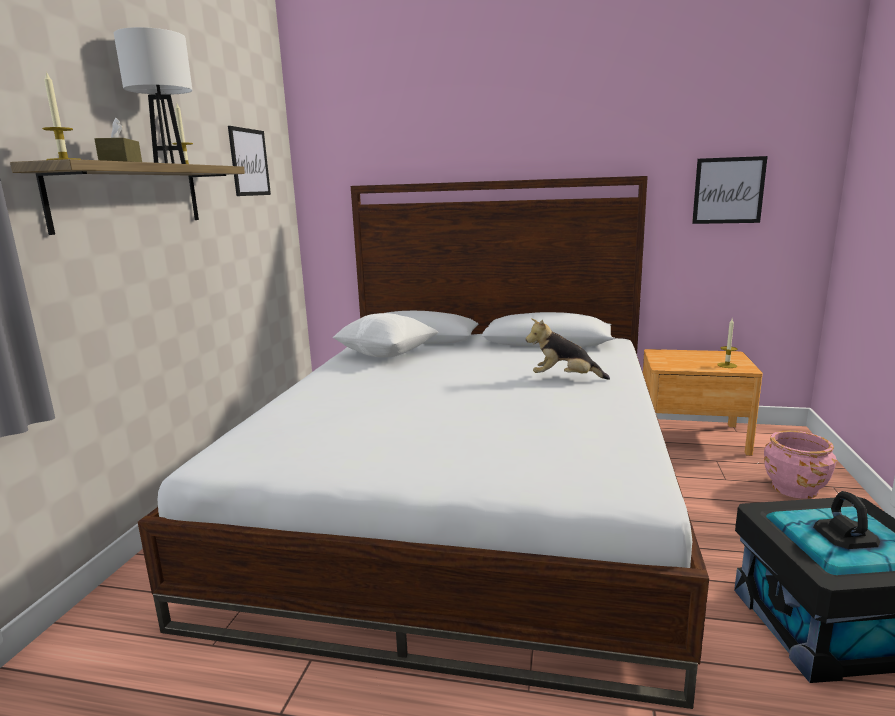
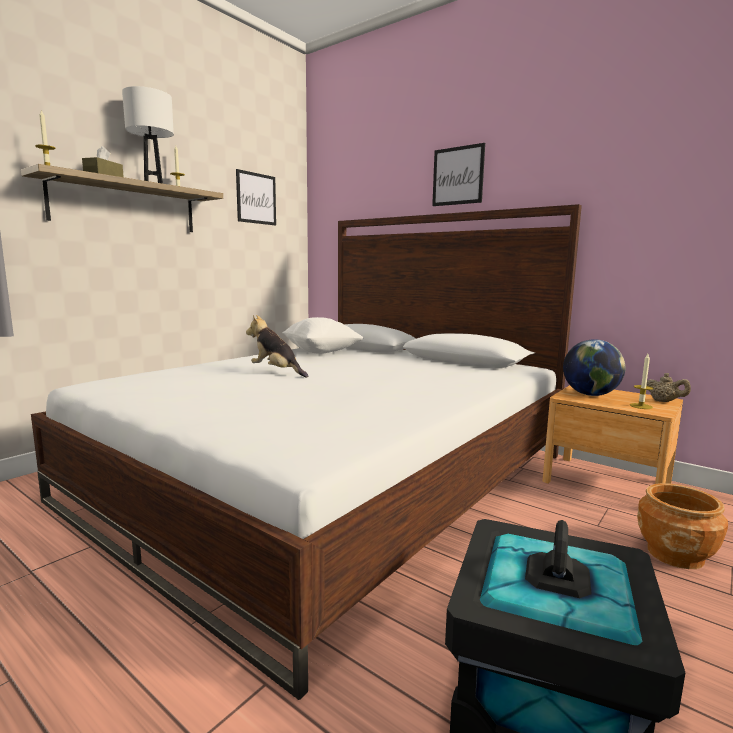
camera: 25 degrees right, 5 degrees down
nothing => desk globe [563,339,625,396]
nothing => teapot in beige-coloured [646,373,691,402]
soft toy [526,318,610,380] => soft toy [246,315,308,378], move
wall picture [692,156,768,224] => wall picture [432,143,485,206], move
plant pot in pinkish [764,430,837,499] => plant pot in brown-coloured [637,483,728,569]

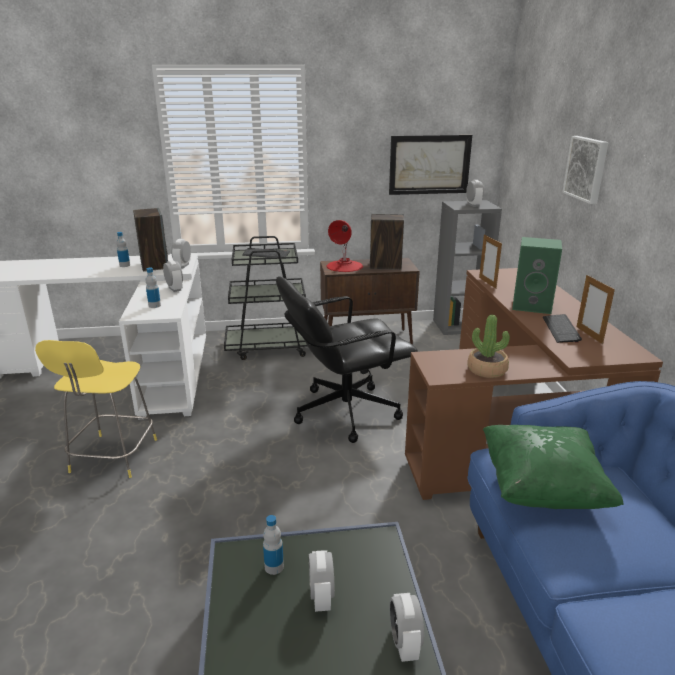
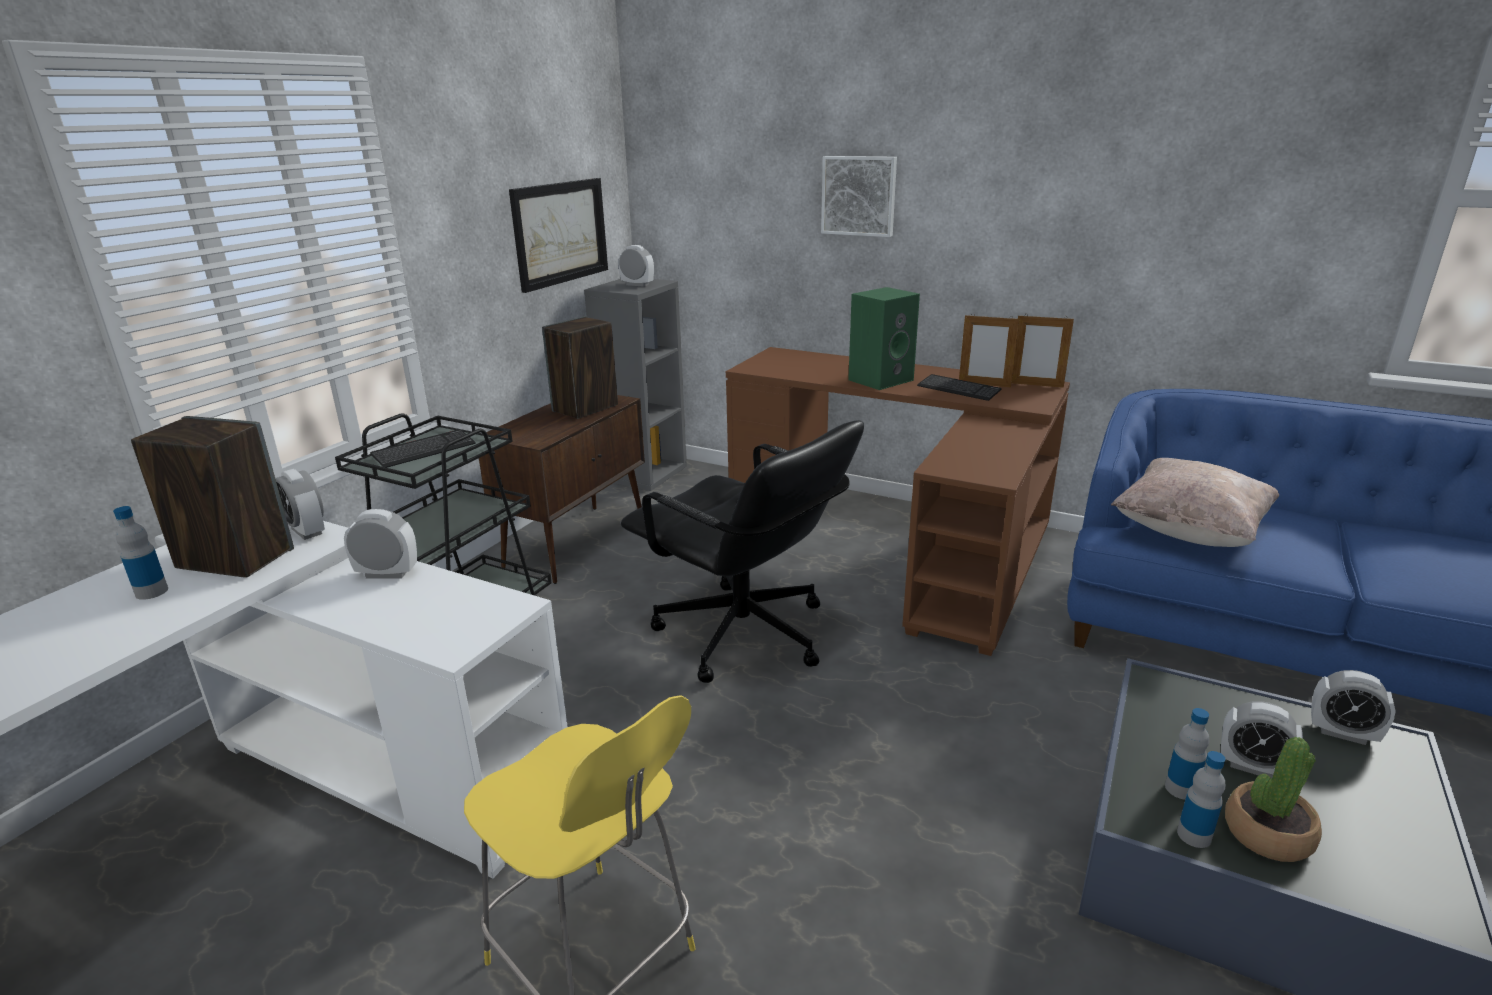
camera: 55 degrees left, 0 degrees up
tabletop lamp in red-coloured [326,220,363,272] => nothing
bottle [146,268,161,308] => bottle [1177,751,1225,848], move
houseplant [467,315,510,378] => houseplant [1225,737,1322,862], move
standing frame [479,234,502,289] => standing frame [1012,316,1074,388], move
throw pillow in green [483,425,624,509] => throw pillow in beige-coloured [1111,458,1279,547]
computer chair in black [276,276,418,443] => computer chair in black [621,421,864,683], 60 degrees counterclockwise

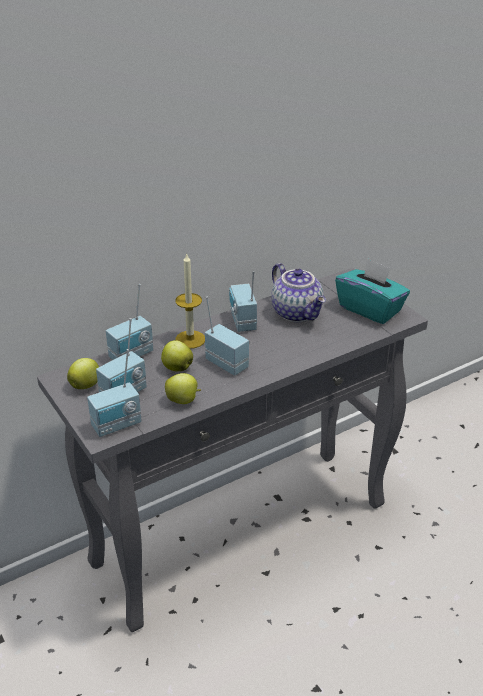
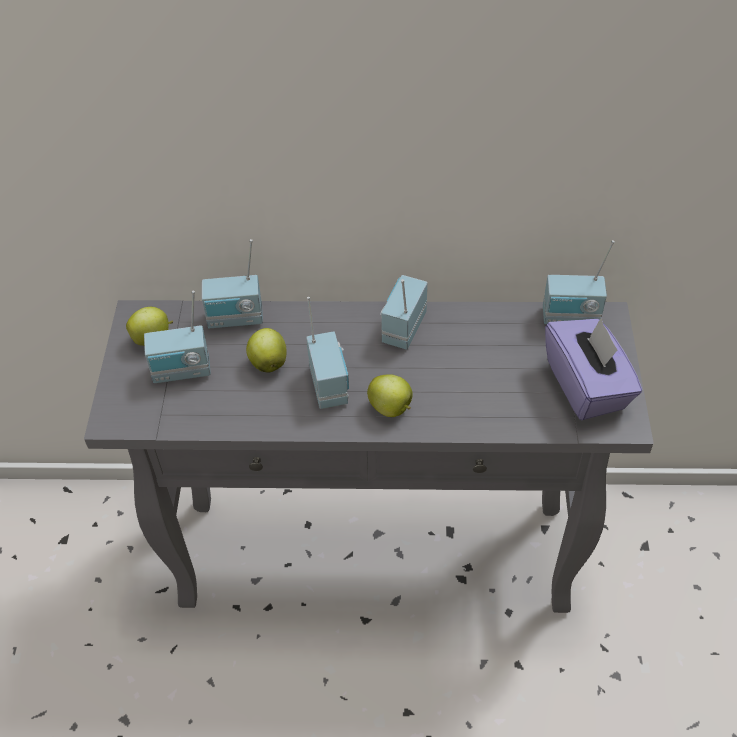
camera: 35 degrees right, 15 degrees up
wax light [175,253,205,349] => nothing
teapot [271,263,326,322] => nothing
radio set [87,349,142,437] => radio set [543,240,615,324], move
apple [165,373,201,404] => apple [367,374,413,417], move
tissue box in blue-green [335,259,410,324] => tissue box in purplish [545,317,642,420]

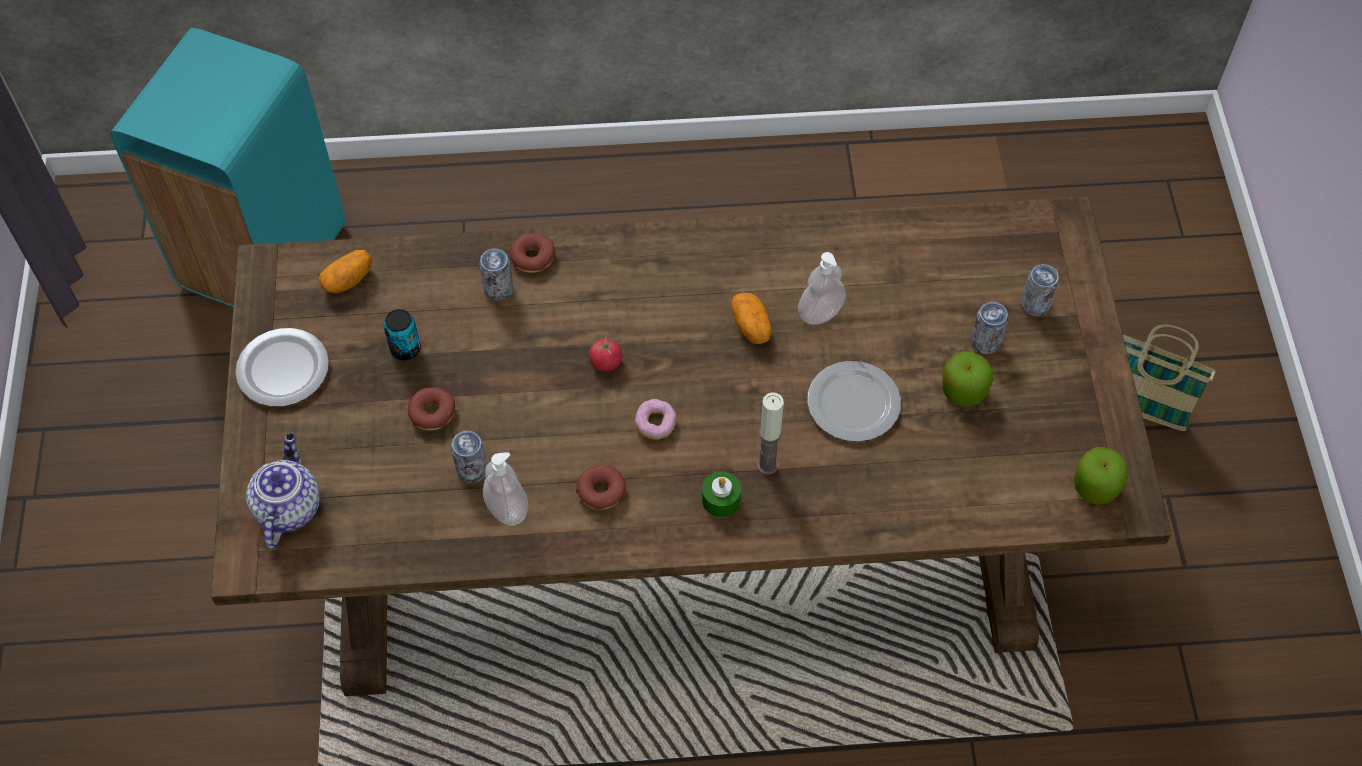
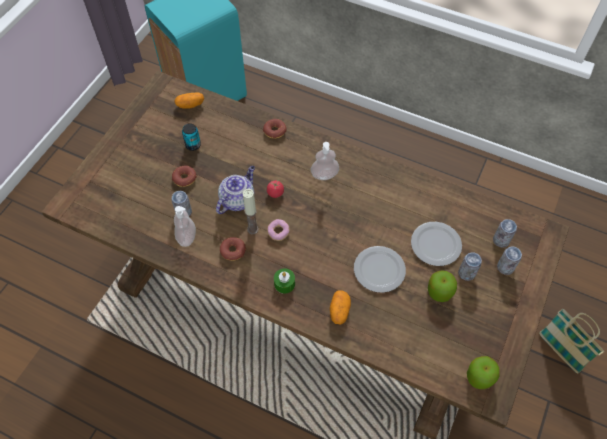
camera: 30 degrees right, 0 degrees up
flat dish [235,328,329,407] => flat dish [411,222,462,266], move
teapot [246,433,320,549] => teapot [216,166,255,214], move
sealed can [479,249,514,301] => sealed can [493,219,517,248], move
potato [732,293,772,344] => potato [330,290,351,324], move
wax light [757,392,784,475] => wax light [243,189,259,234], move
soap dispenser [798,252,846,325] => soap dispenser [311,142,339,180], move

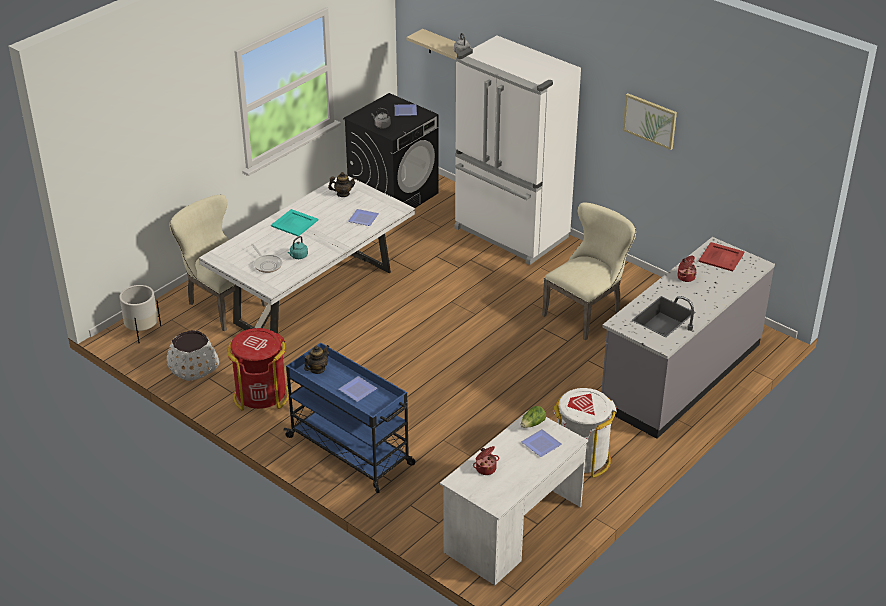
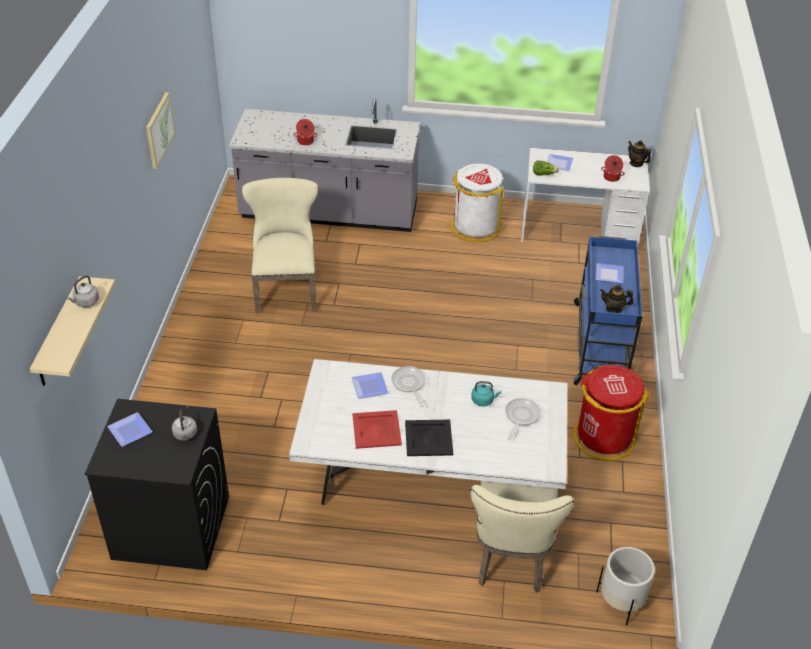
camera: 125 degrees left, 5 degrees up
plant pot in white [167,330,219,381] => nothing
fridge in white [454,35,581,265] => nothing
nothing => skillet [391,366,426,407]
teapot [328,172,356,197] => teapot [628,140,651,167], move
serving tray in red-coloured [698,242,745,271] => serving tray in red-coloured [352,410,402,449], move
serving tray in blue-green [271,209,318,236] => serving tray in black [405,420,453,456]
plain chair in beige-coloured [542,203,636,340] => plain chair in beige-coloured [242,178,319,314], 75 degrees clockwise

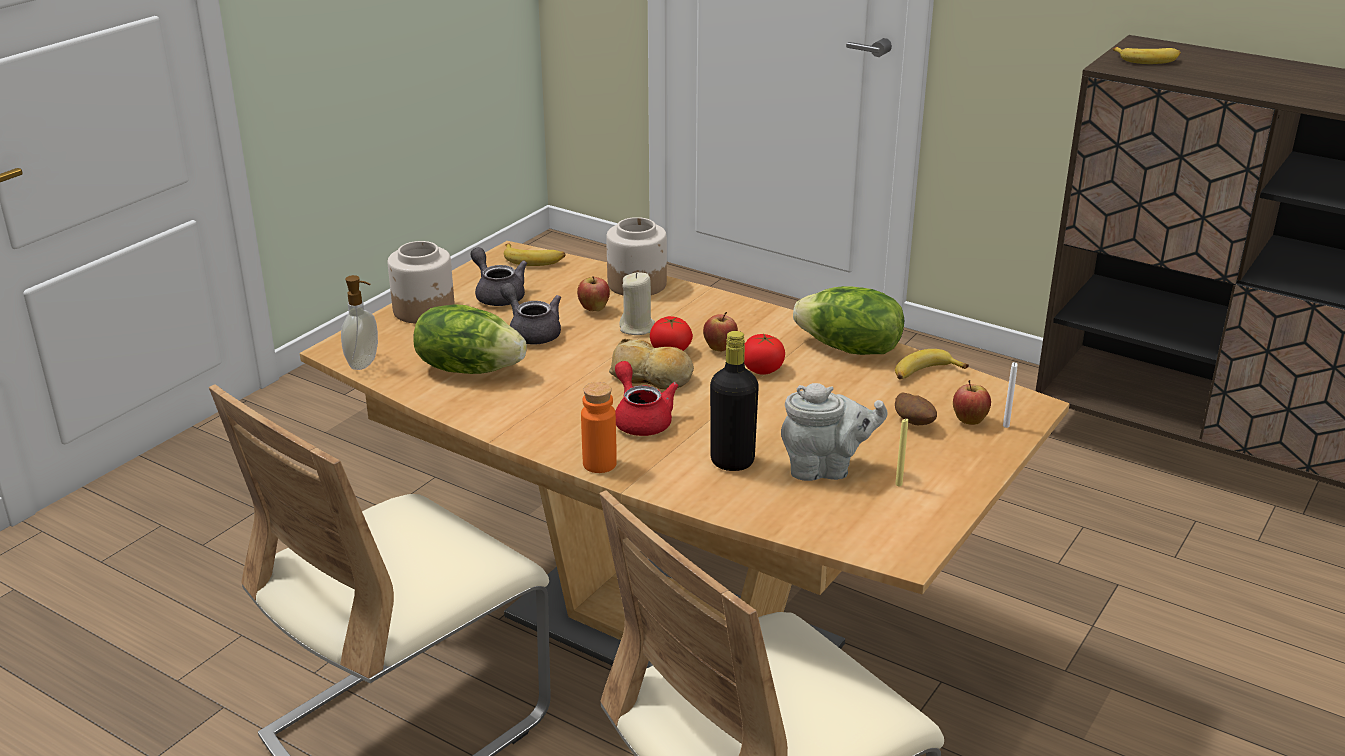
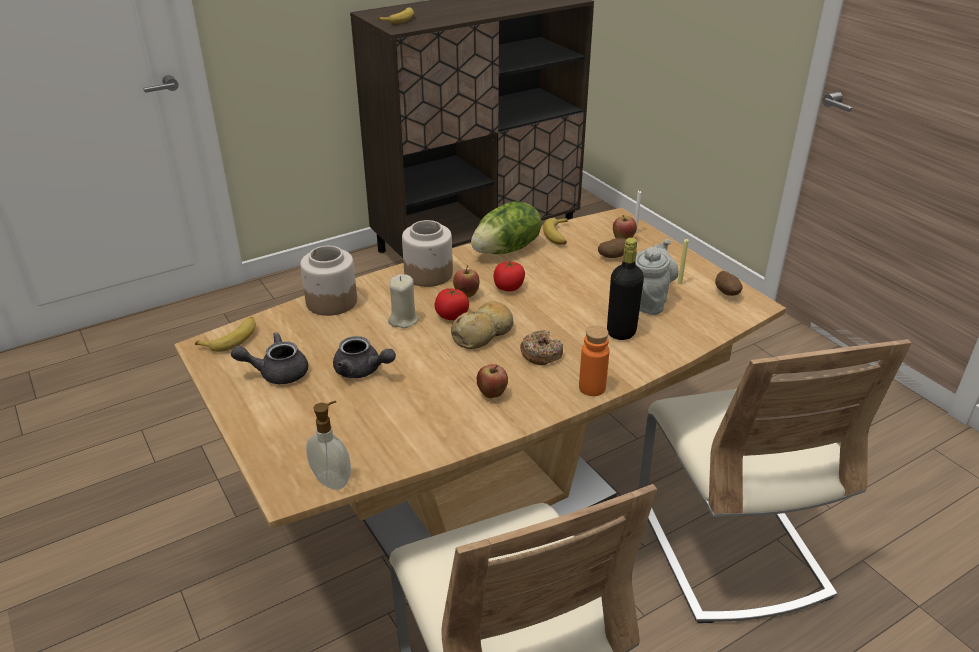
camera: 65 degrees left, 5 degrees up
head of lettuce [413,304,527,374] => nothing
nothing => potato [715,271,743,296]
preserve jar [388,241,455,324] => preserve jar [402,220,453,287], move
apple [577,276,610,311] => apple [477,364,508,398], move
teapot in red-coloured [615,361,678,436] => ring doughnut [520,330,563,365]
teapot in gray [500,283,561,345] => teapot in gray [333,336,396,378], 135 degrees counterclockwise

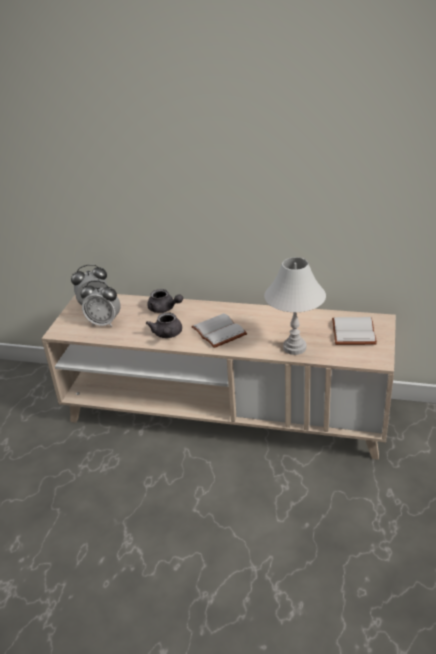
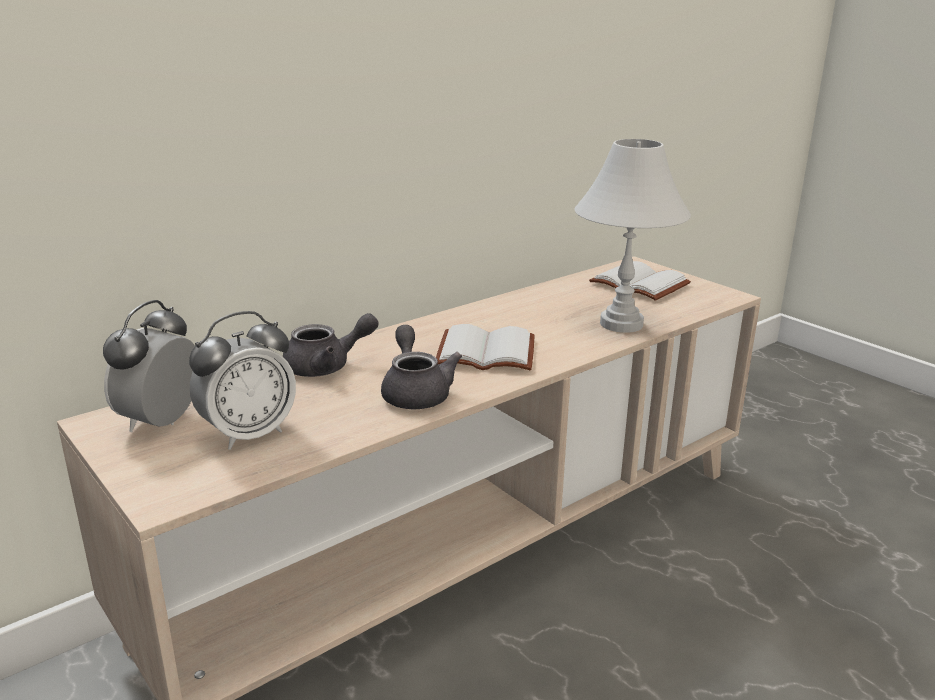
camera: 55 degrees left, 10 degrees down
teapot in gray [146,312,182,338] => teapot in gray [381,325,462,409], 135 degrees counterclockwise

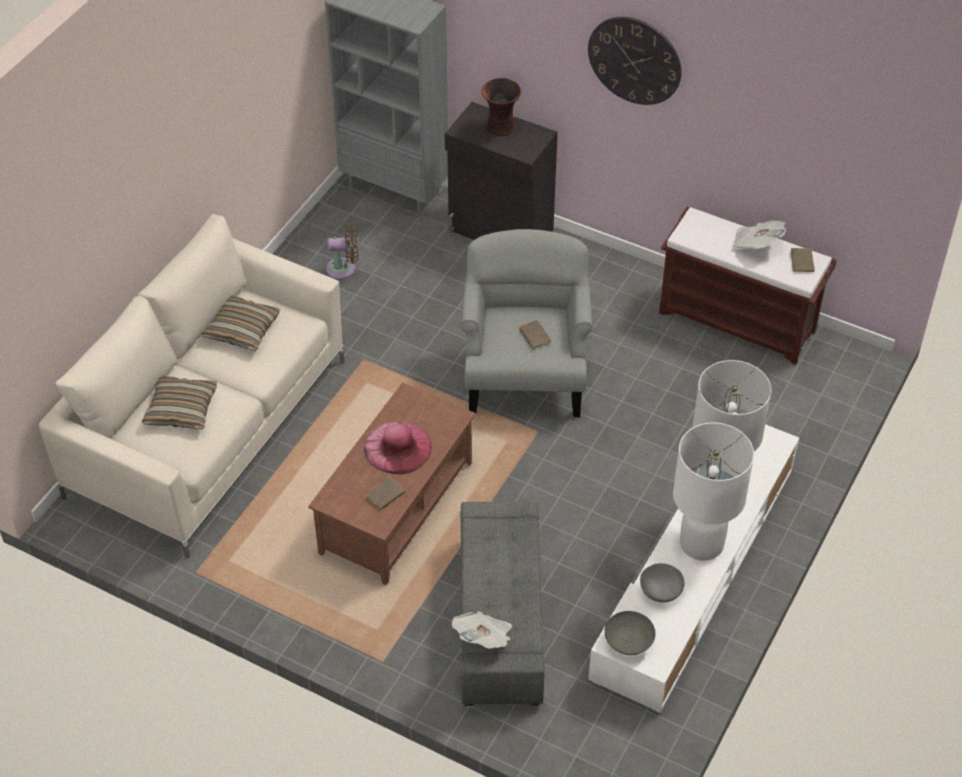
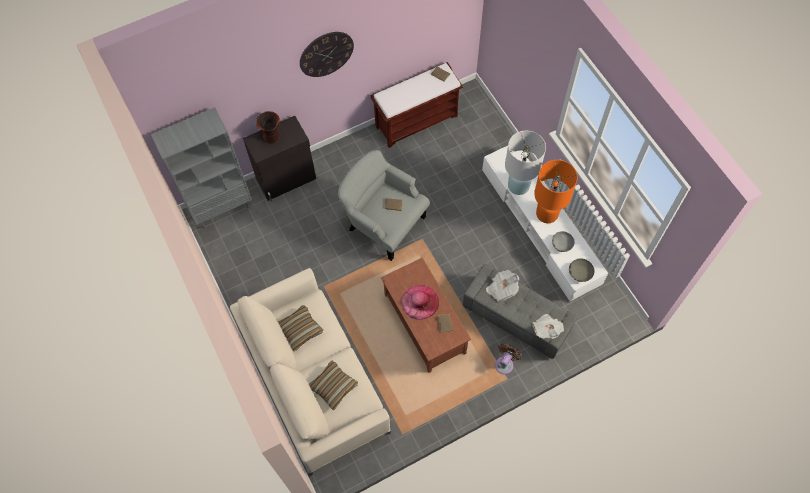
camera: 55 degrees left, 15 degrees up
cooling fan in brown-coloured [326,224,358,280] => cooling fan in brown-coloured [495,343,522,374], move
newspaper [732,220,786,249] => newspaper [486,270,519,302], move
tabletop lamp in white [673,422,754,561] => tabletop lamp in orange-coloured [534,160,578,223]

